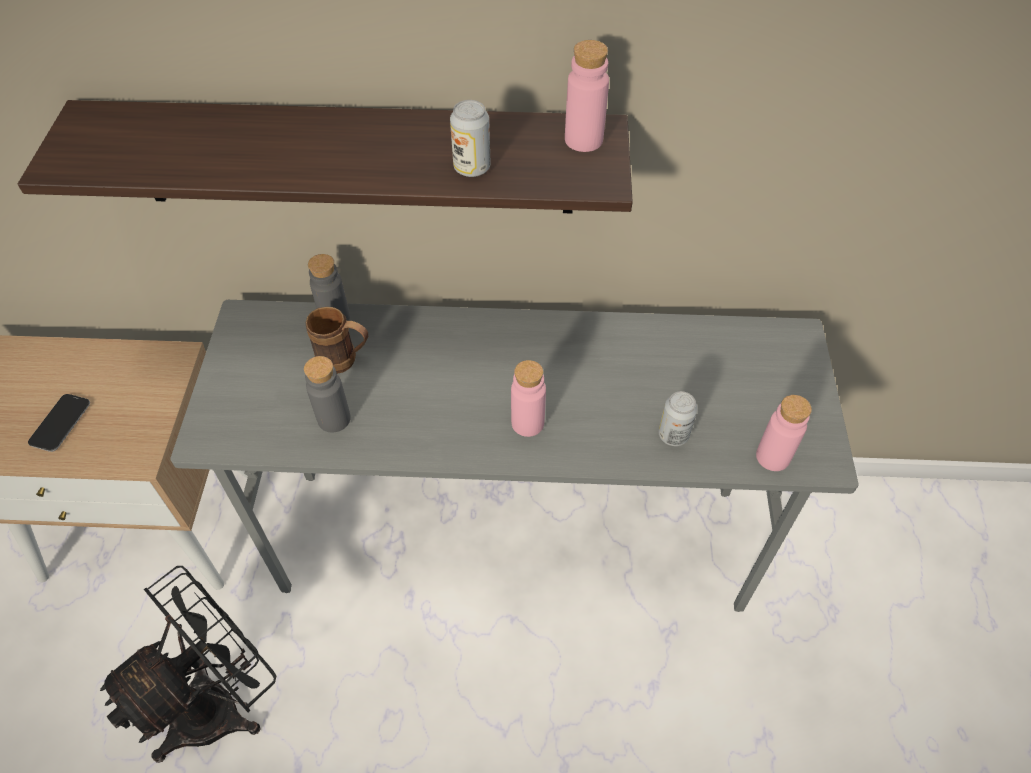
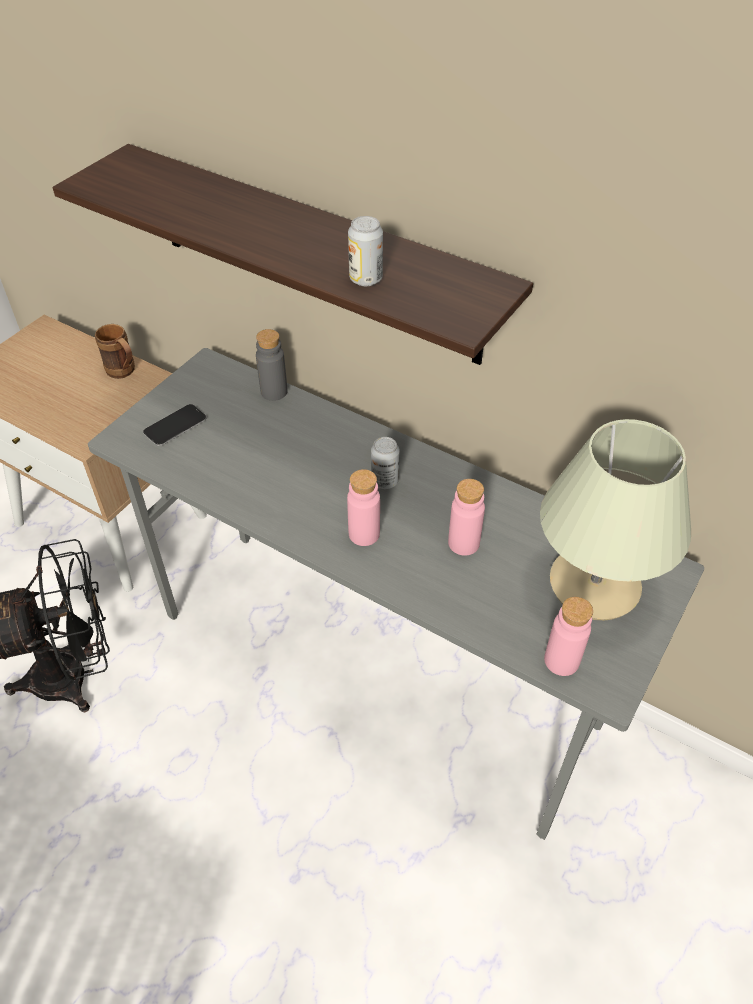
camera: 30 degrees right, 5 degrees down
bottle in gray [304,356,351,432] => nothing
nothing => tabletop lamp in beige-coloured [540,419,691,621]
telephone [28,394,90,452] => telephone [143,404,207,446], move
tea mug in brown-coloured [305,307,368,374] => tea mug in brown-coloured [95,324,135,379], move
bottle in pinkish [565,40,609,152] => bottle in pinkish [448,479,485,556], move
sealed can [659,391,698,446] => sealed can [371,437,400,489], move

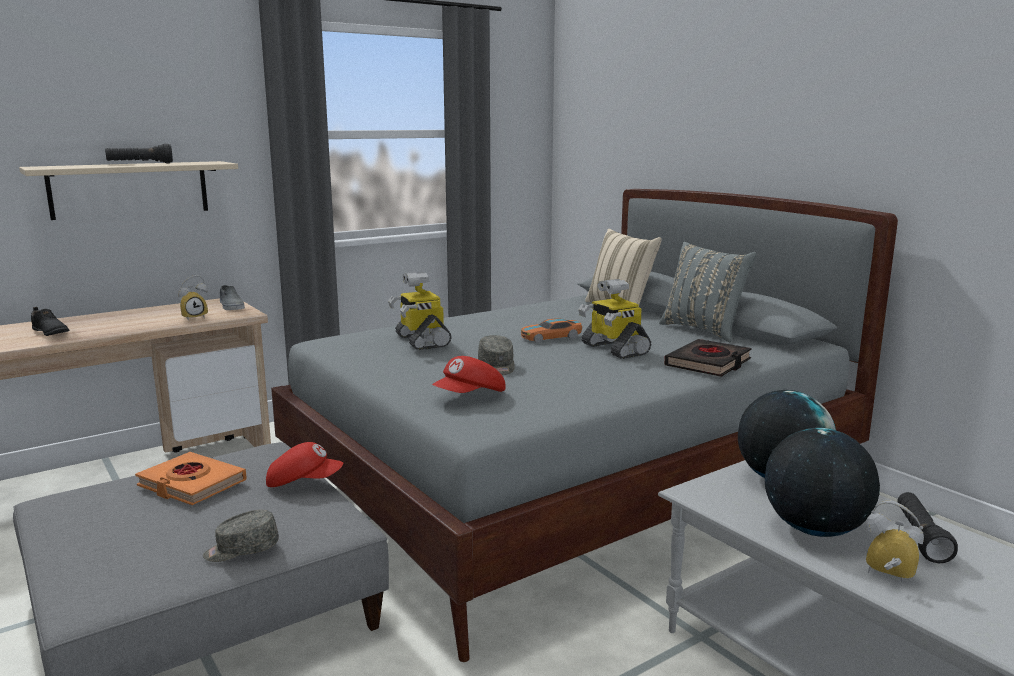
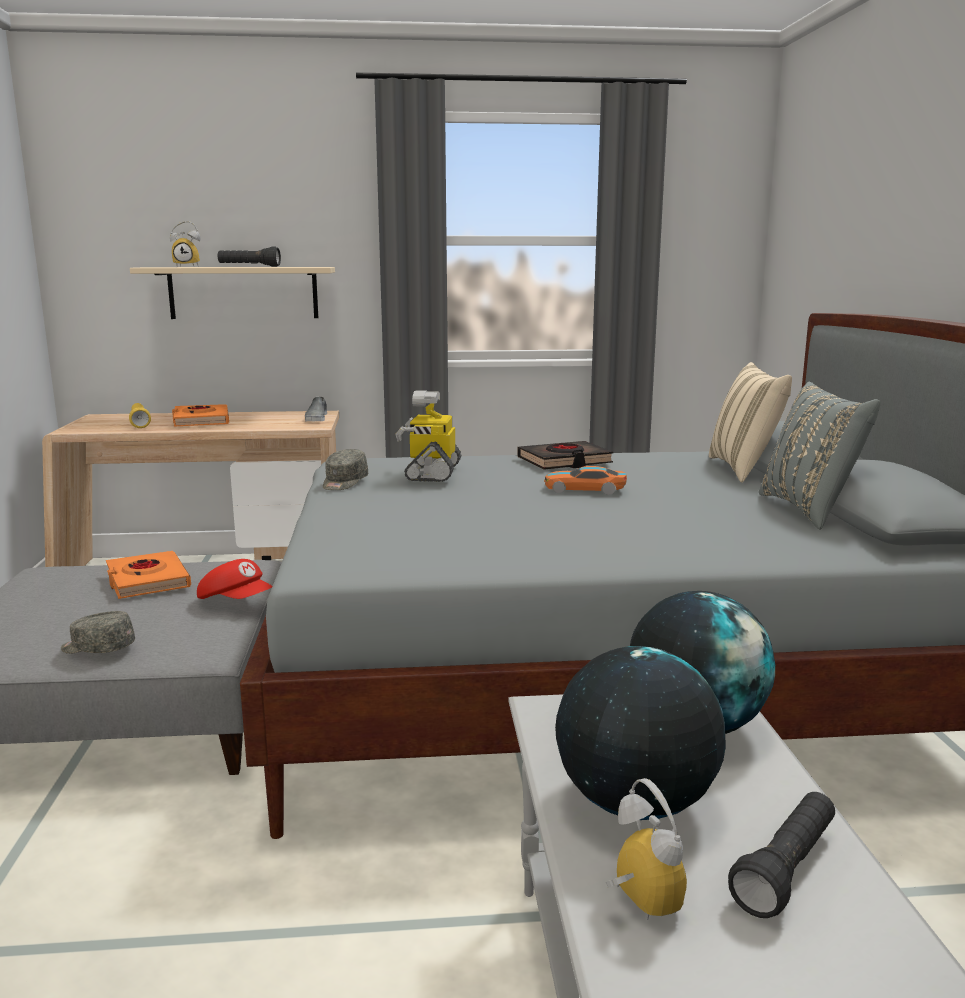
camera: 30 degrees right, 0 degrees up
peaked cap in red-coloured [432,356,506,393] => nothing
toy robot [578,279,651,359] => nothing
nothing => bound book in orange-coloured [172,404,229,427]
table clock [178,275,208,321] => table clock [170,221,201,267], move
peaked cap in gray [478,335,515,375] => peaked cap in gray [323,449,368,490], move
bound book in black [664,339,752,377] => bound book in black [517,441,613,470], move
shoe in black [31,307,69,336] => hand torch in yellow-coloured [129,403,151,428]

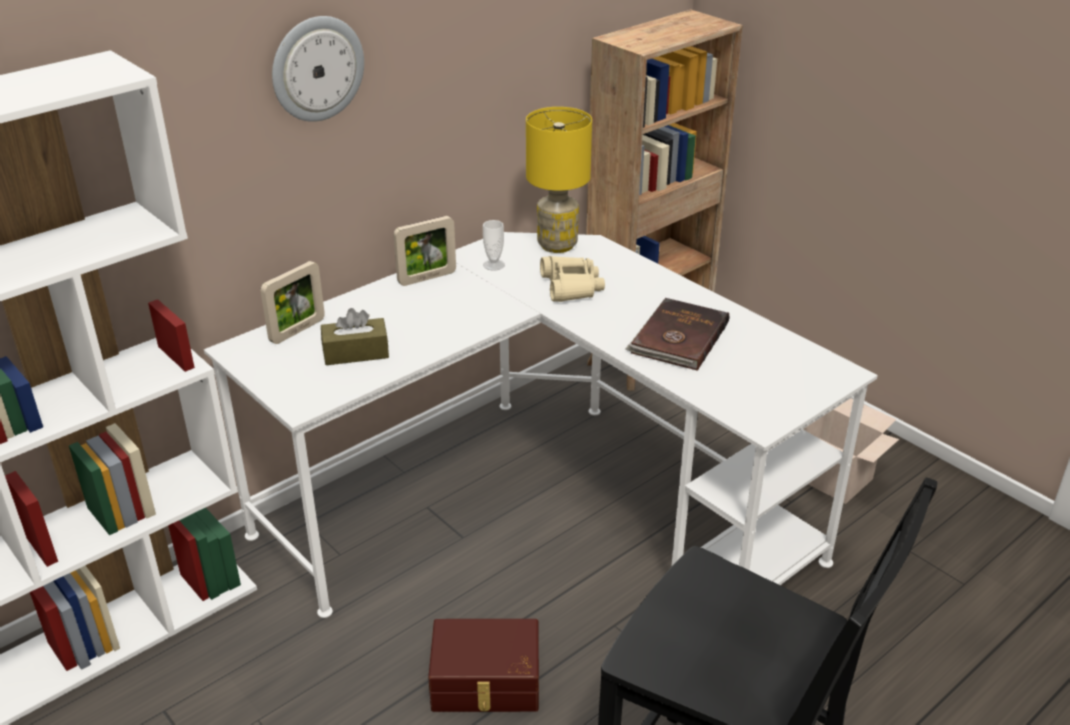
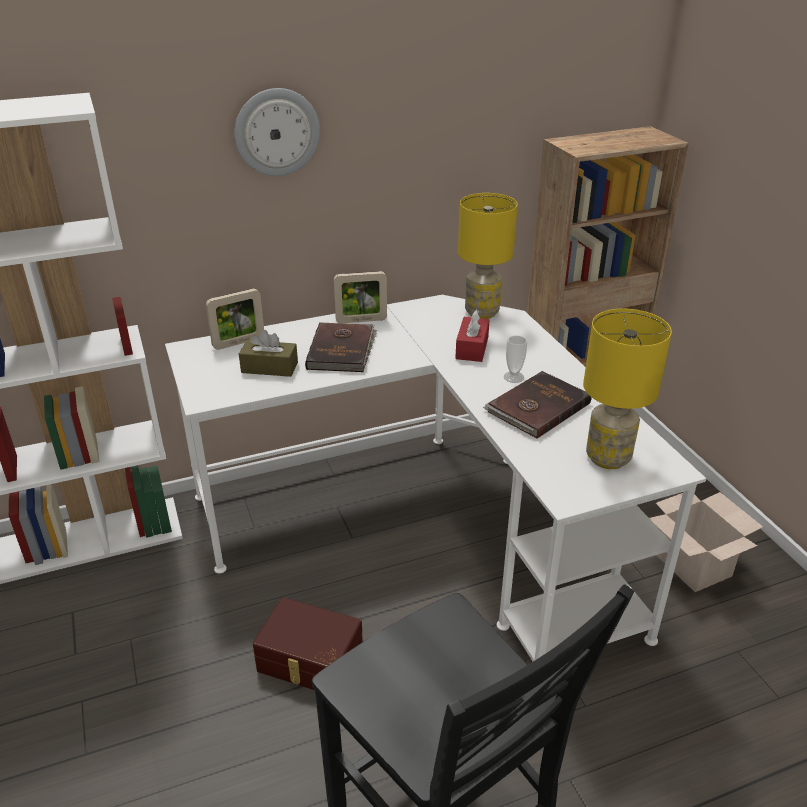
camera: 20 degrees right, 0 degrees up
nothing => bound book in brown-coloured [305,322,377,372]
nothing => tabletop lamp in yellow-coloured [583,308,672,469]
small cup [483,220,505,271] => small cup [504,335,527,383], move
pair of binoculars in beige-coloured [540,256,605,302] => tissue box in red-coloured [455,310,489,362]

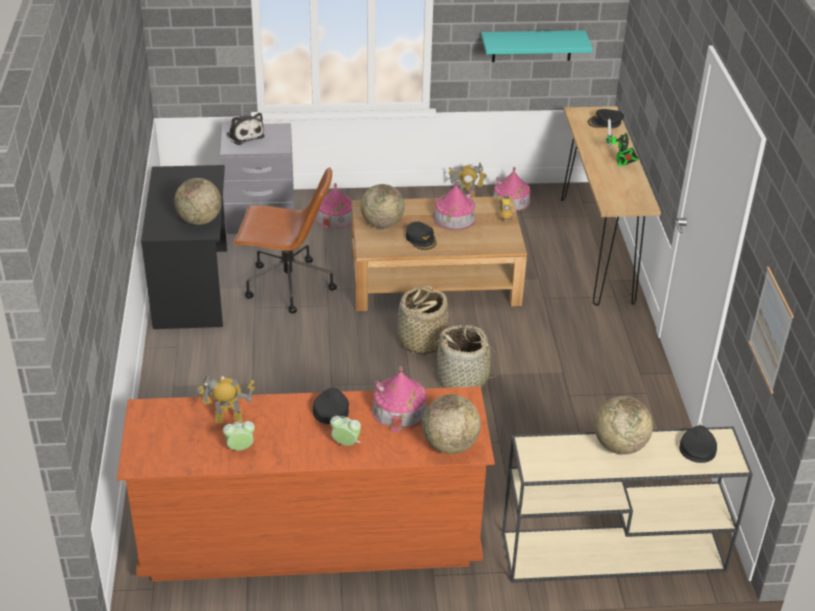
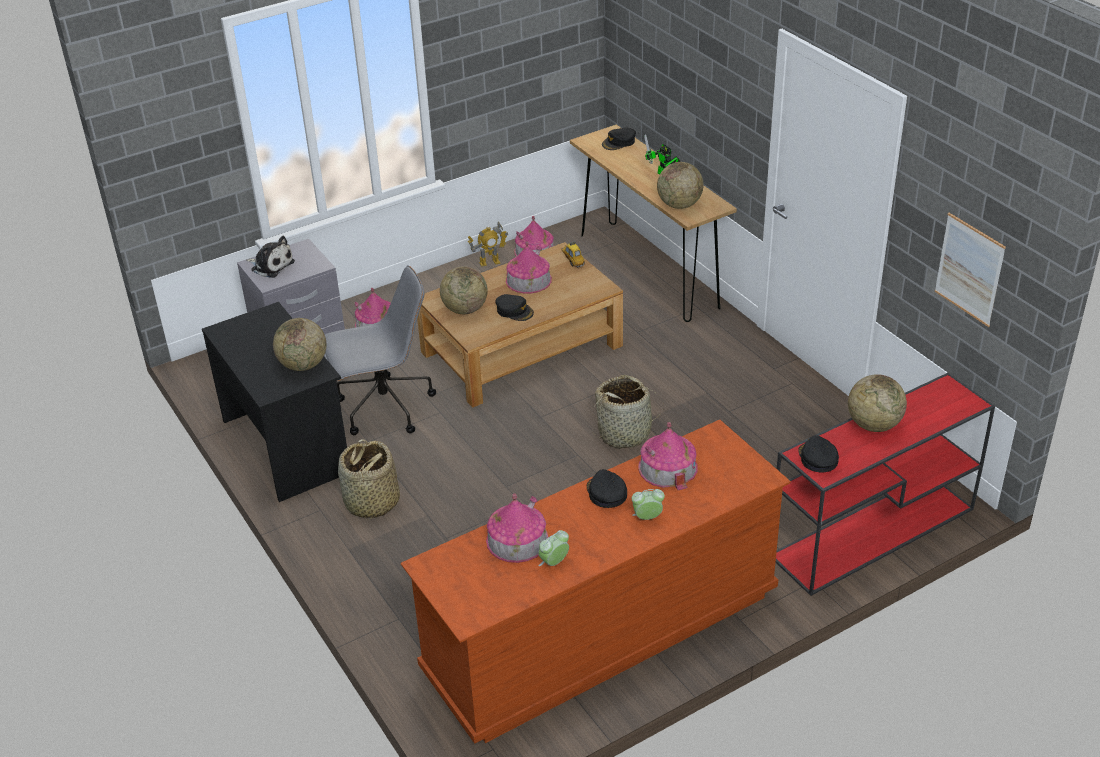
camera: 25 degrees left, 0 degrees up
bracket shelf in blue-green [481,30,593,62] => nothing
household basket [398,285,449,354] => household basket [338,439,400,520], move
desk globe [422,394,481,454] => desk globe [657,162,704,209], move
peaked cap in black [679,425,717,463] => peaked cap in black [798,435,839,472], move
toy robot [197,375,255,424] => model house [486,494,548,563]
computer chair in brown-coloured [233,167,337,314] => computer chair in gray [325,265,436,435]
narrow table in beige-coloured [502,427,753,583] => narrow table in red-coloured [775,373,995,596]

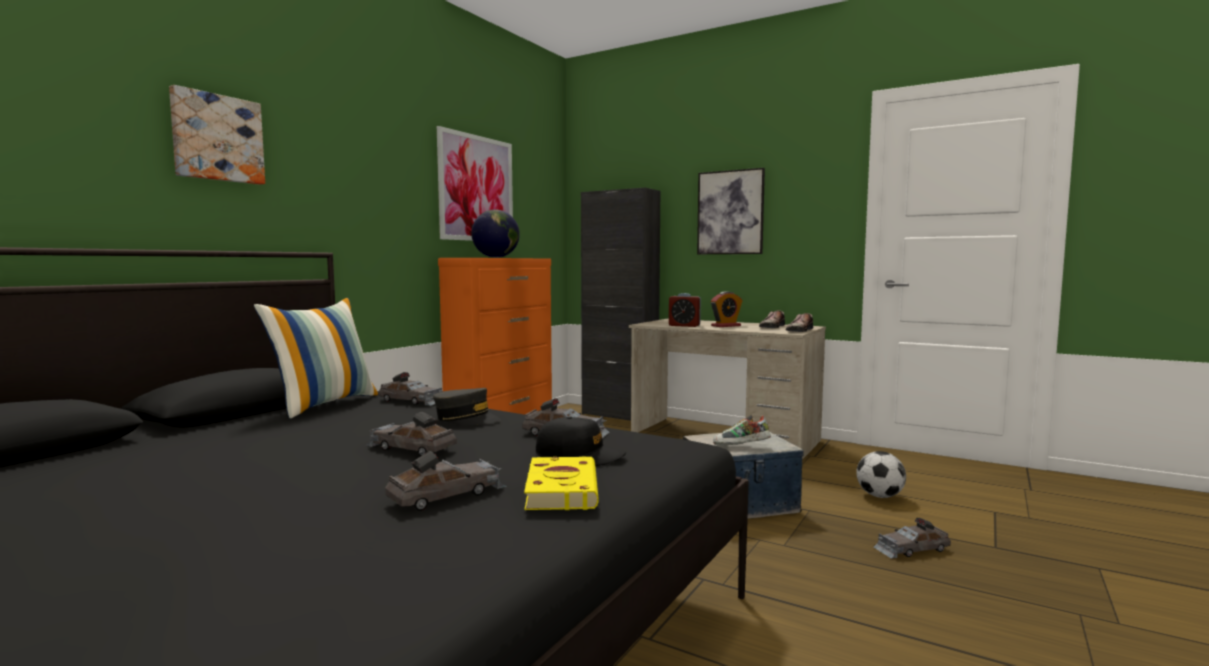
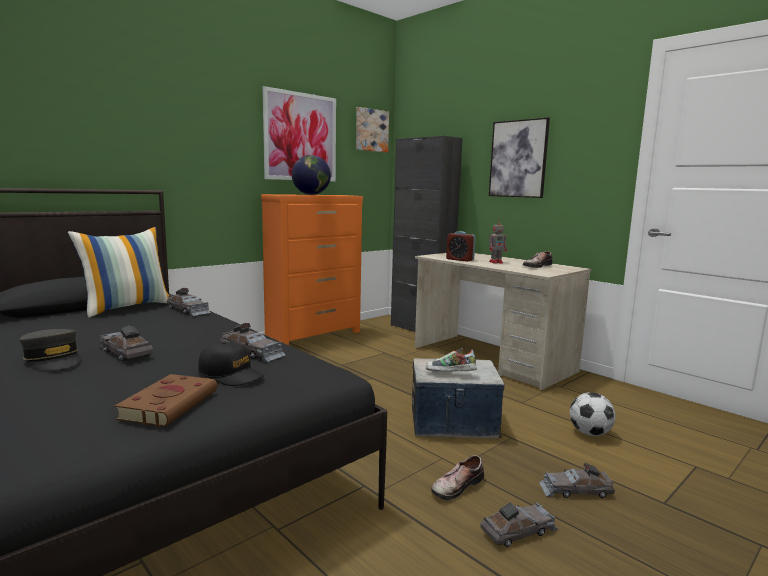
camera: 15 degrees right, 5 degrees up
wall picture [169,85,265,185] => wall picture [356,107,389,152], move
model car in gray [385,451,507,511] => model car in gray [481,502,558,547], move
peaked cap in gray [433,388,501,425] => peaked cap in gray [20,329,81,370], move
shoe [786,313,813,332] => shoe [431,455,484,500], move
table clock [711,291,743,327] => toy robot [489,222,507,263]
bound book in yellow-coloured [524,456,599,510] => bound book in brown-coloured [115,374,217,427]

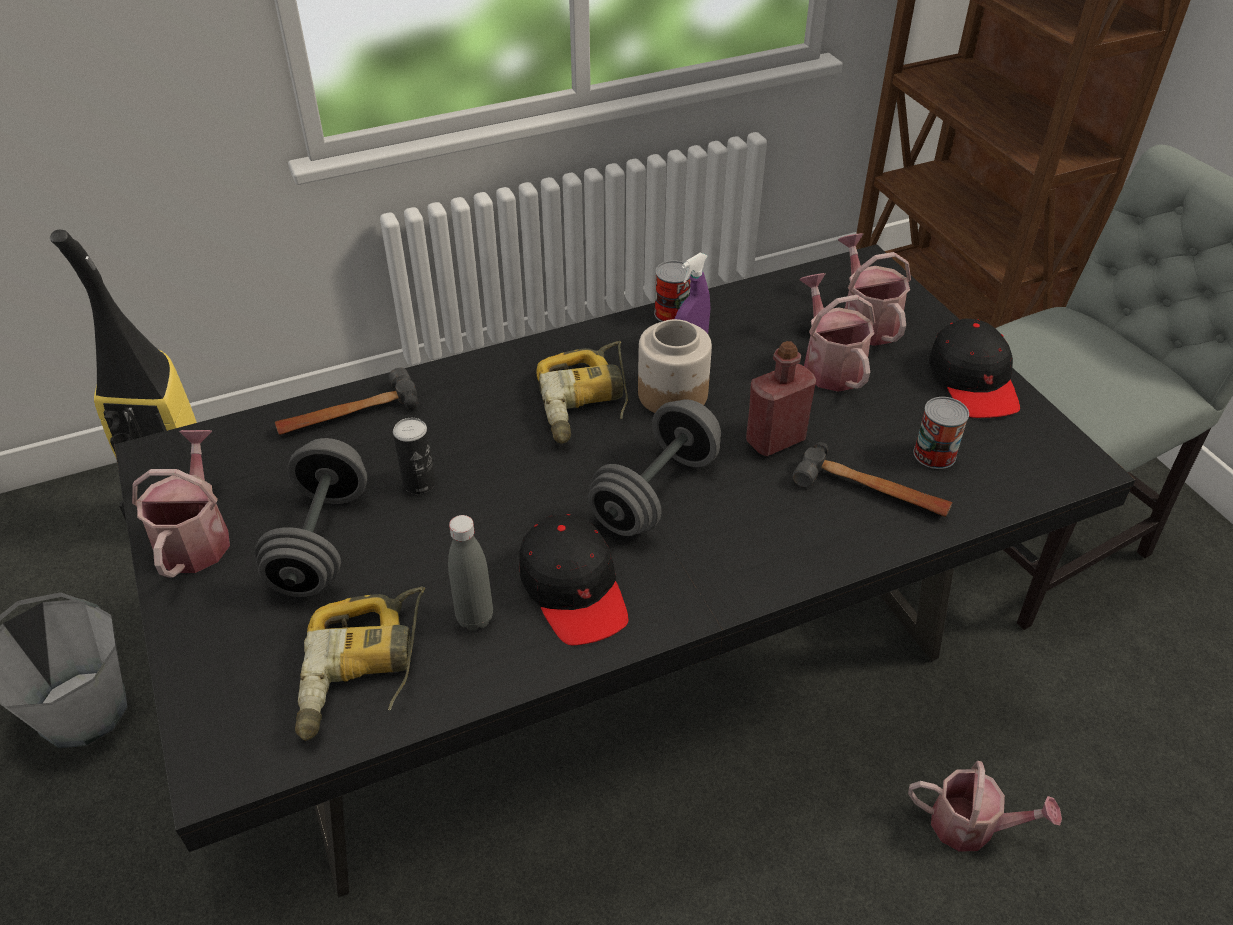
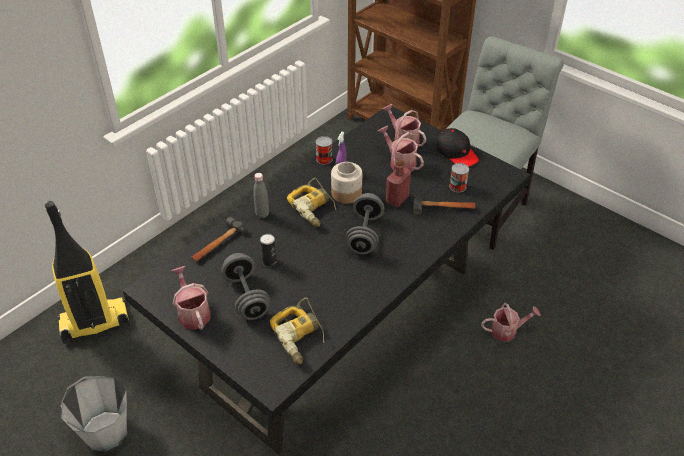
camera: 25 degrees left, 0 degrees up
peaked cap in black [519,514,628,645] => nothing
bottle in gray [448,515,493,631] => bottle in gray [253,173,269,218], move

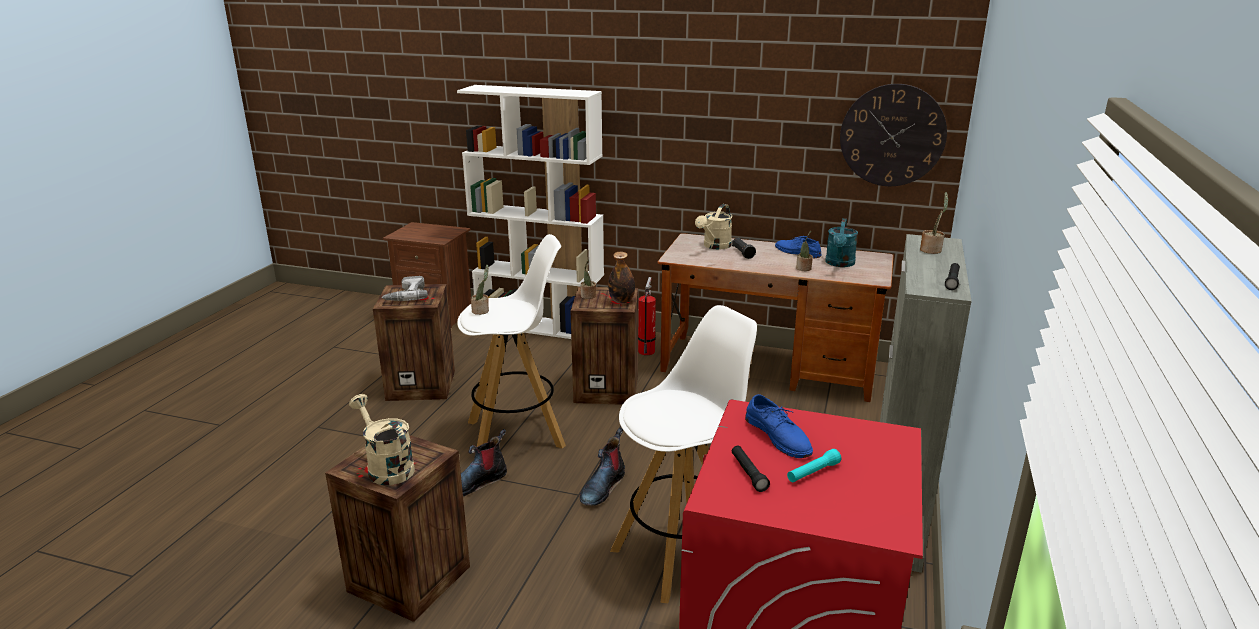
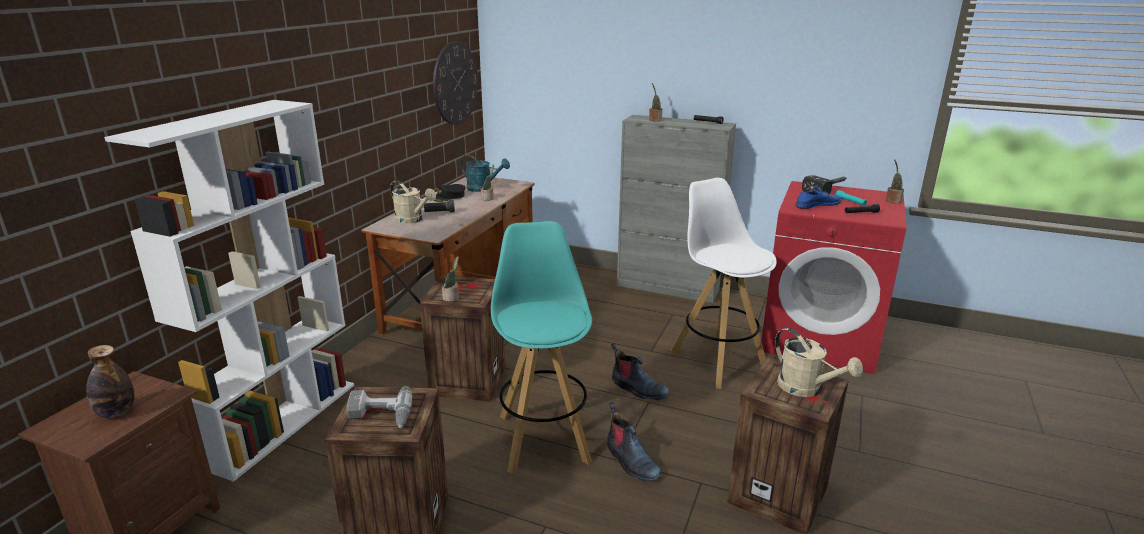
camera: 85 degrees left, 0 degrees up
fire-fighting cylinder [638,277,656,355] => nothing
nothing => hand hammer [802,175,847,194]
houseplant [471,265,489,315] => houseplant [886,159,904,203], move
bottle [608,252,635,303] => bottle [86,345,135,418], move
shoe in bluish [775,236,822,258] => peaked cap in black [434,184,466,202]
stool seat in white [457,234,566,449] => stool seat in blue-green [491,221,592,474]
watering pot in beige-coloured [349,394,415,485] => watering pot in beige-coloured [775,328,863,397], 90 degrees counterclockwise

